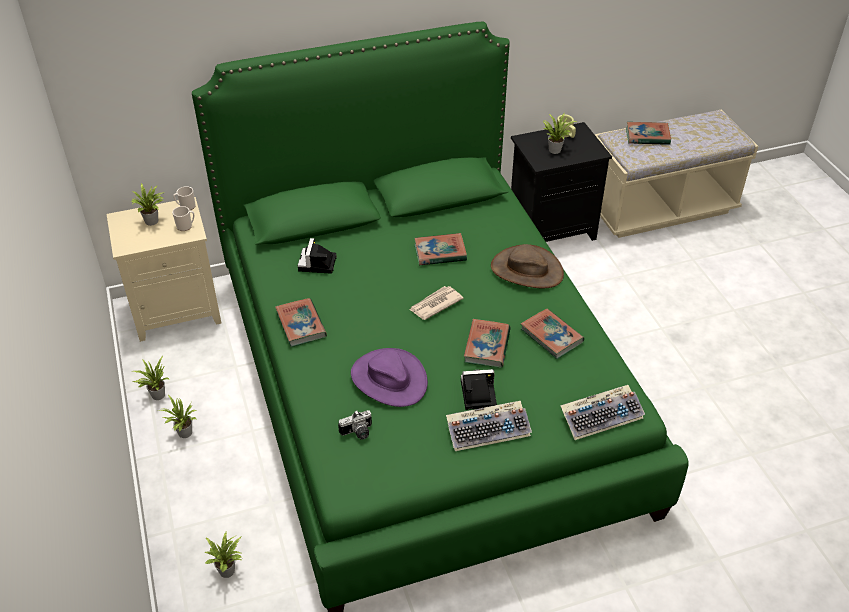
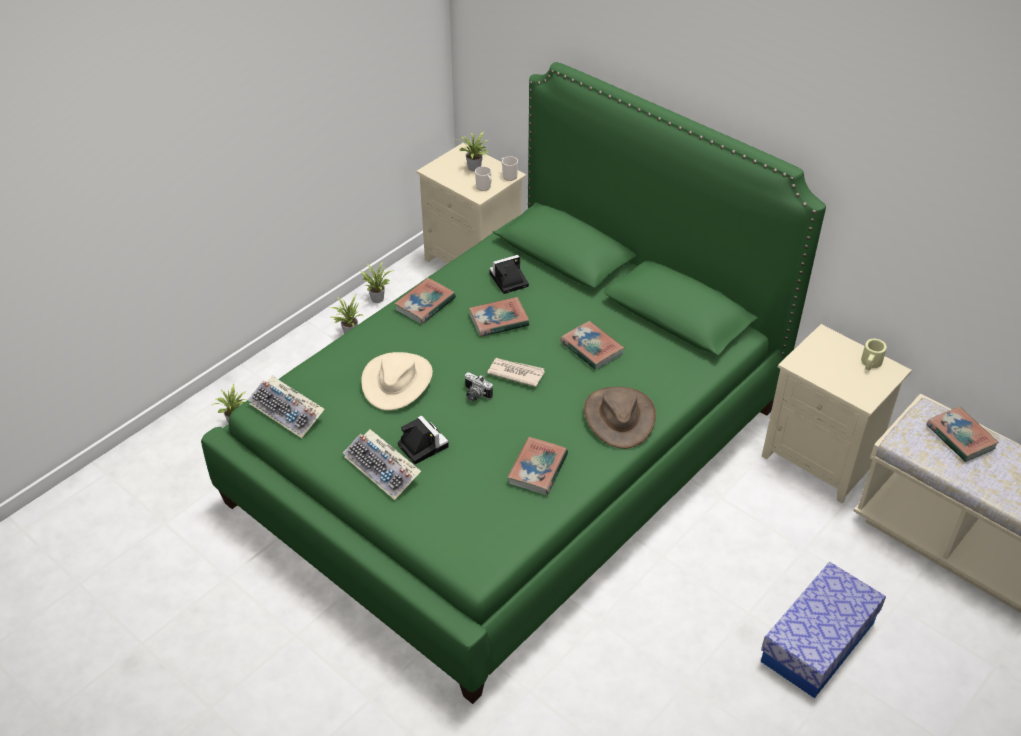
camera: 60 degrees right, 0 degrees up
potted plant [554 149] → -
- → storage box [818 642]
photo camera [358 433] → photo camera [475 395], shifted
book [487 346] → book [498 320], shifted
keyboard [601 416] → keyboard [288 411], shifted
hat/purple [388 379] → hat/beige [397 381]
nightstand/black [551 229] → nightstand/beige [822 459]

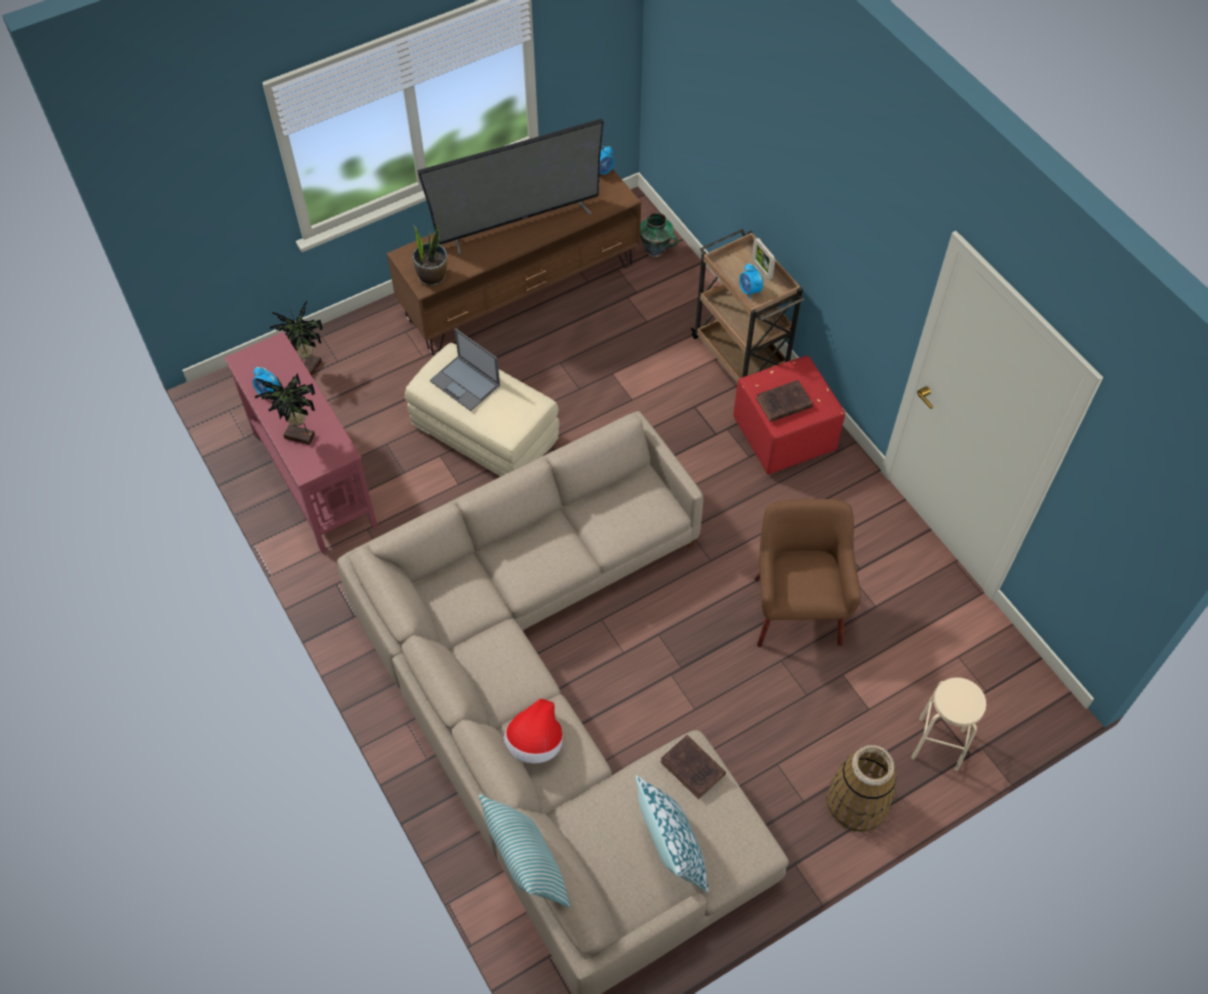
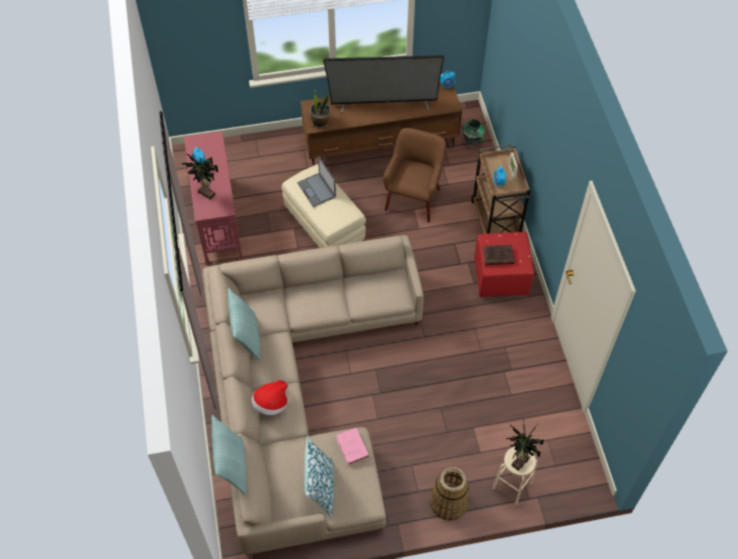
camera: 20 degrees right, 0 degrees up
- → pillow [247 337]
potted plant [309 368] → potted plant [519 461], shifted
armchair/brown [796 609] → armchair/brown [414 199], shifted
book/brown [693 769] → book/pink [352 448]

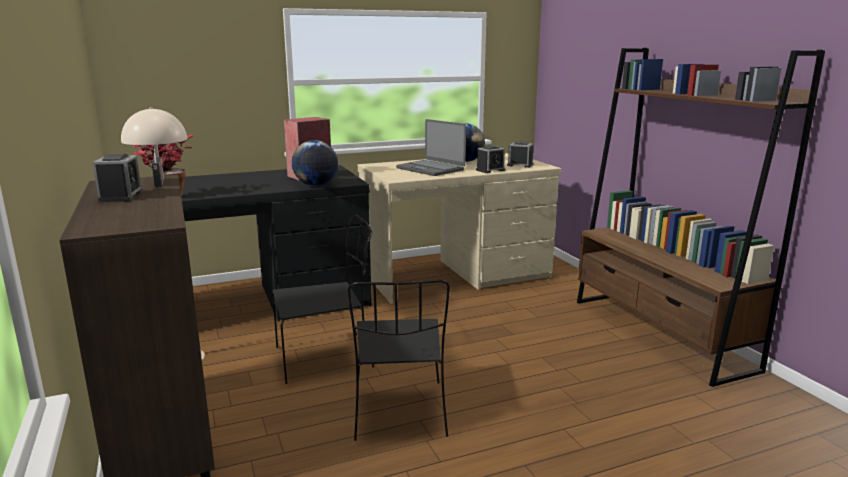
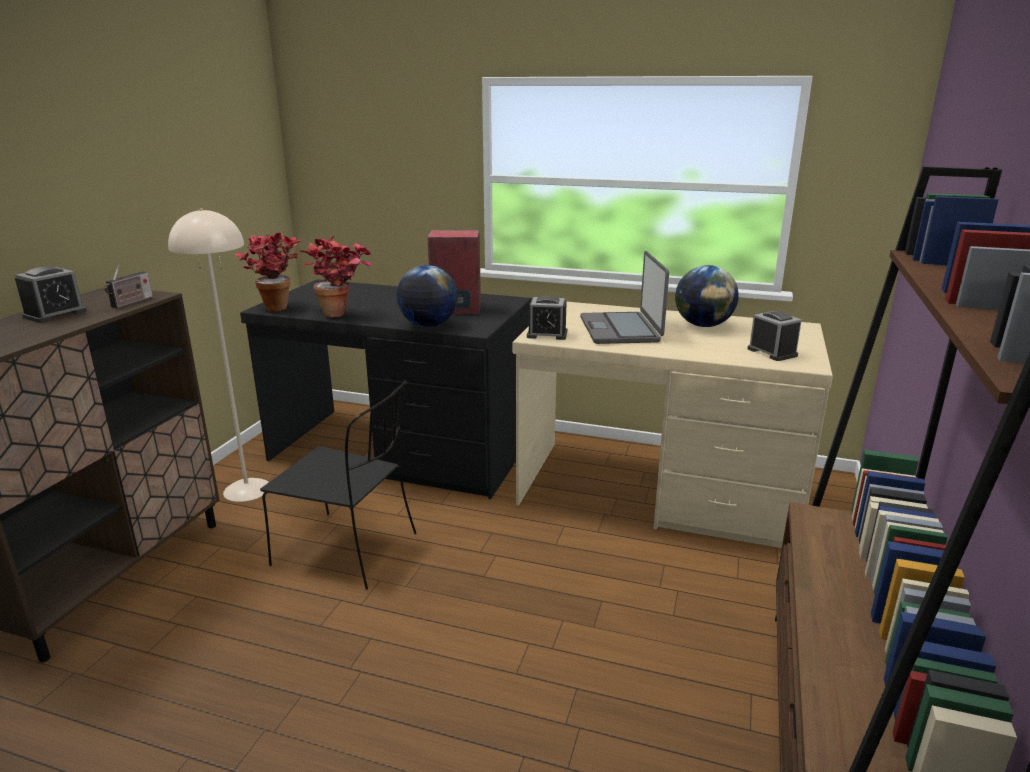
camera: 40 degrees right, 5 degrees up
chair/black [400 412] → -
- → potted plant [342 315]
alarm clock [490 170] → alarm clock [547 334], shifted

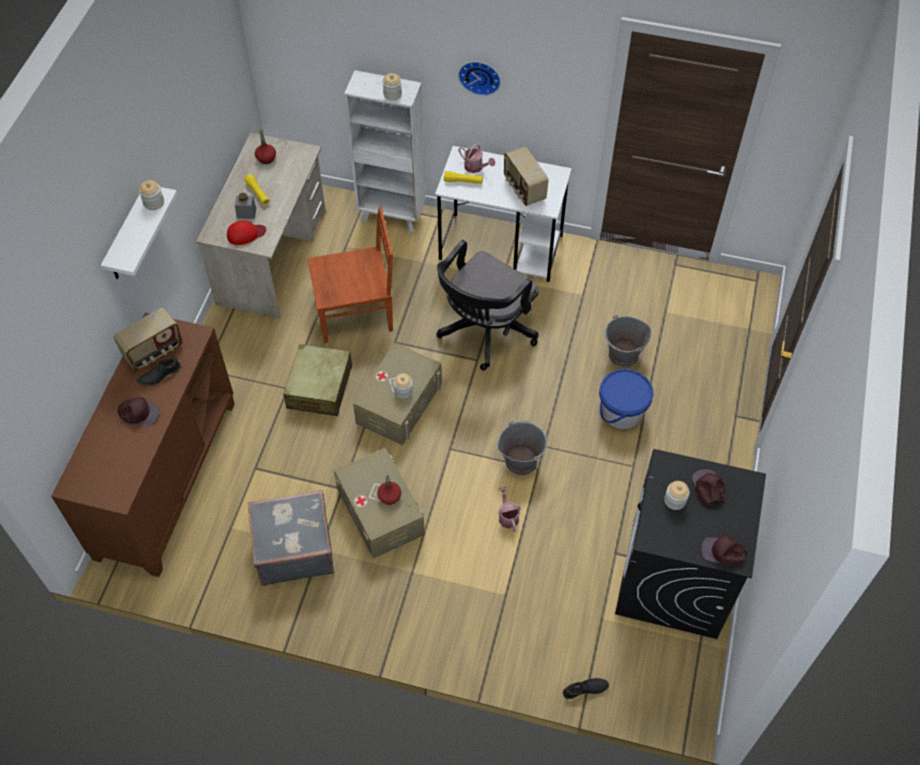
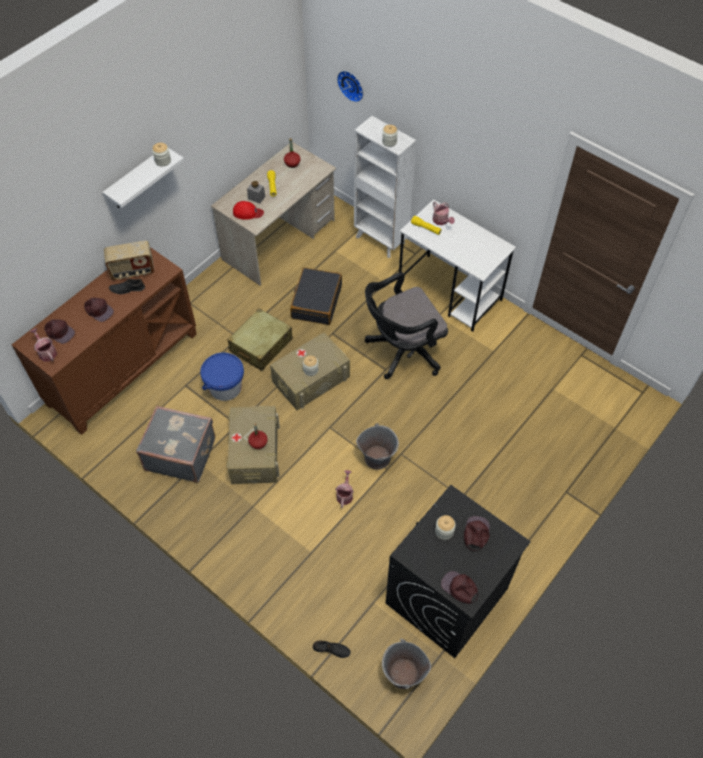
camera: 25 degrees right, 0 degrees up
radio [524 189] → -
- → watering can [46 352]
- → cap/brown [59 332]
wall clock [480 76] → wall clock [352 85], shifted
bucket/blue [621 412] → bucket/blue [225 387], shifted
bucket/grey [623 355] → bucket/grey [403 674], shifted
chair/brown [356 313] → suitcase/black [316 302]

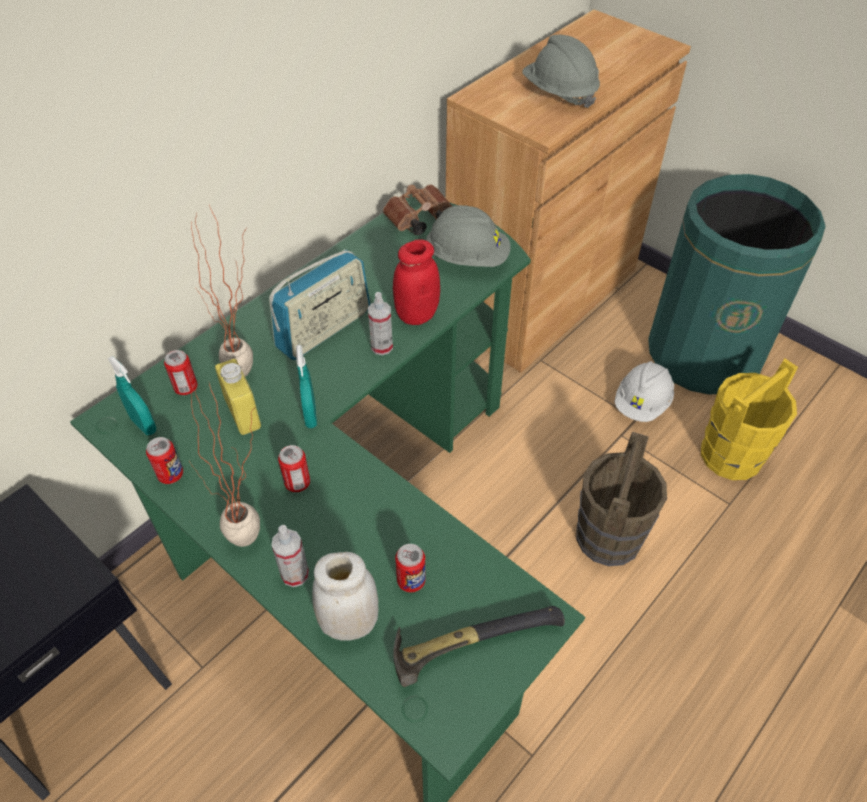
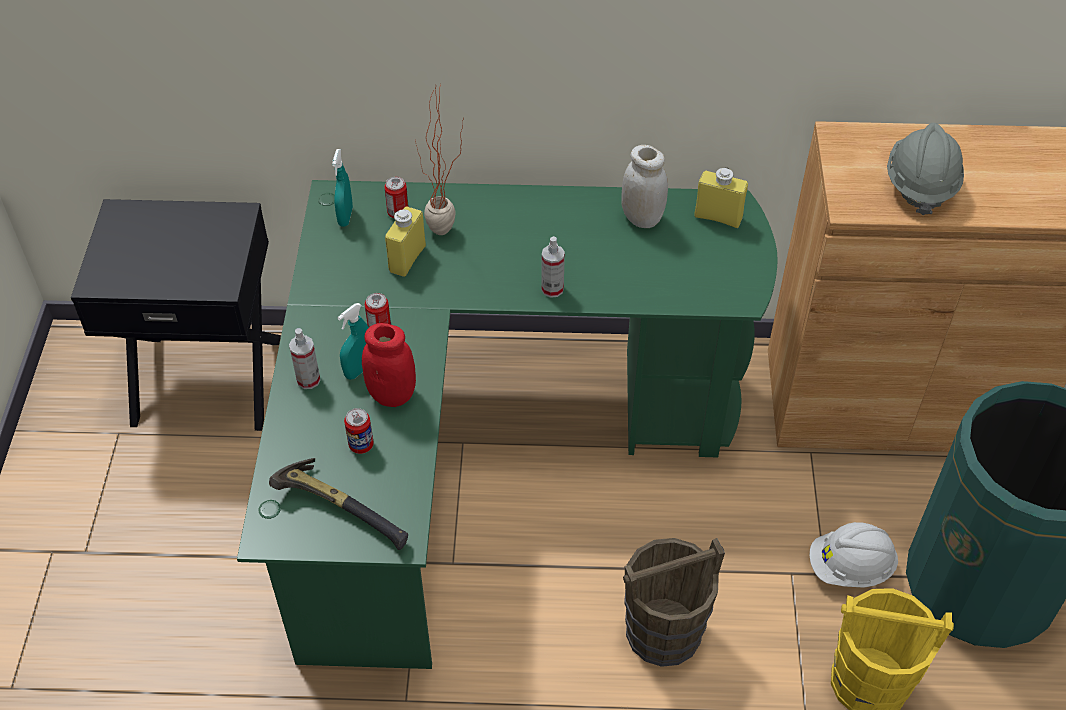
camera: 50 degrees right, 0 degrees up
can [170 475] → -
potted plant [256 542] → -
radio [324 329] → -
hard hat/grey [467 258] → -
spray bottle/turquoise [310 416] → spray bottle/turquoise [359 369], shifted
jar/white [349 623] → jar/white [642 218], shifted
jar/red [416 315] → jar/red [392 394], shifted
binoculars/brown [418 221] → bottle/yellow [718 217]

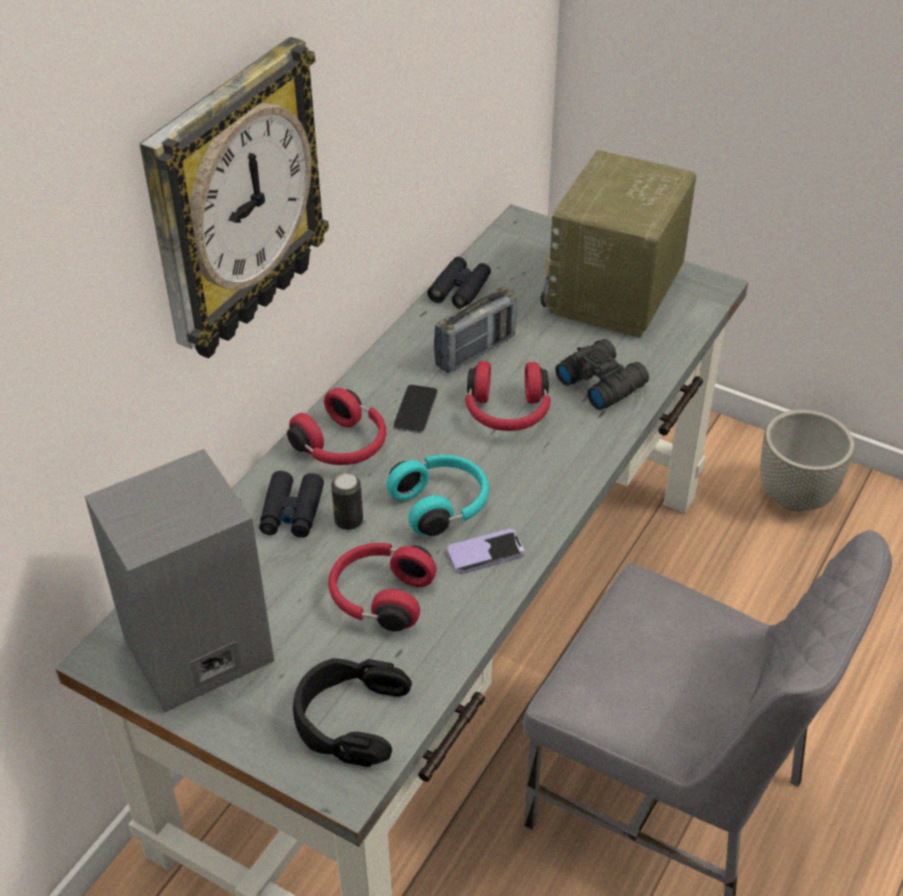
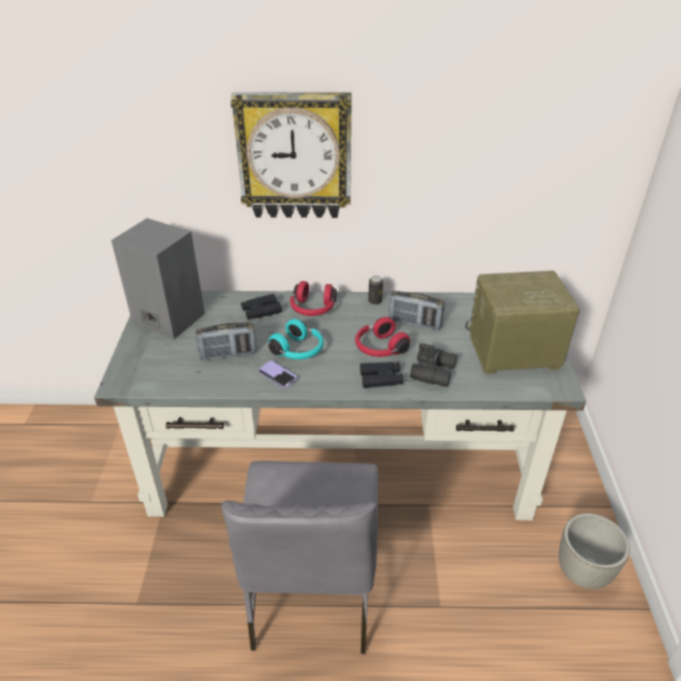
camera: 60 degrees right, 5 degrees down
headphones/black [349 719] → -
phone [415 409] → -
can [348 521] → can [375 301], shifted
binoculars/black [460 289] → binoculars/black [381 378], shifted
headphones/red [380 597] → radio [228 354]

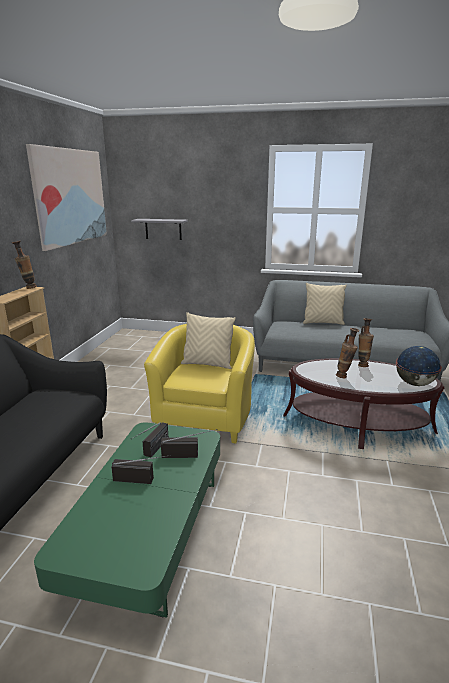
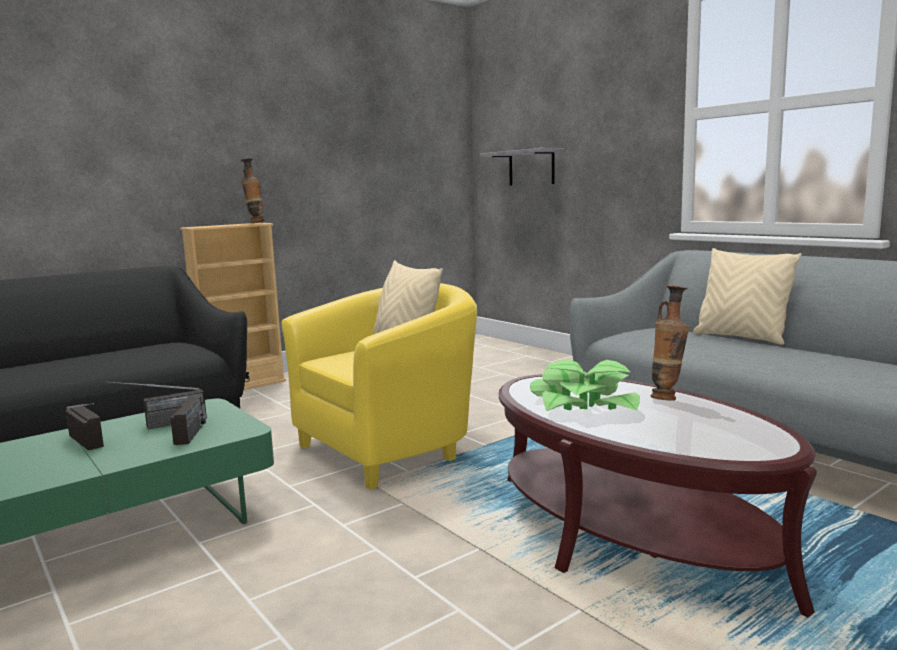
camera: 40 degrees right, 10 degrees down
picture [70 197] → -
globe [414 384] → -
vase [344 376] → potted plant [583 404]
radio [189 454] → radio [186 439], 45 degrees clockwise

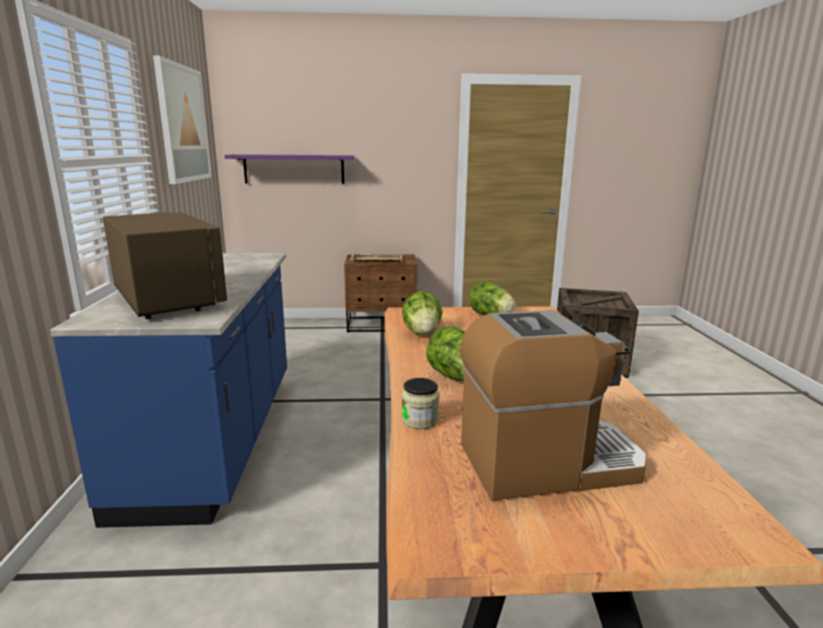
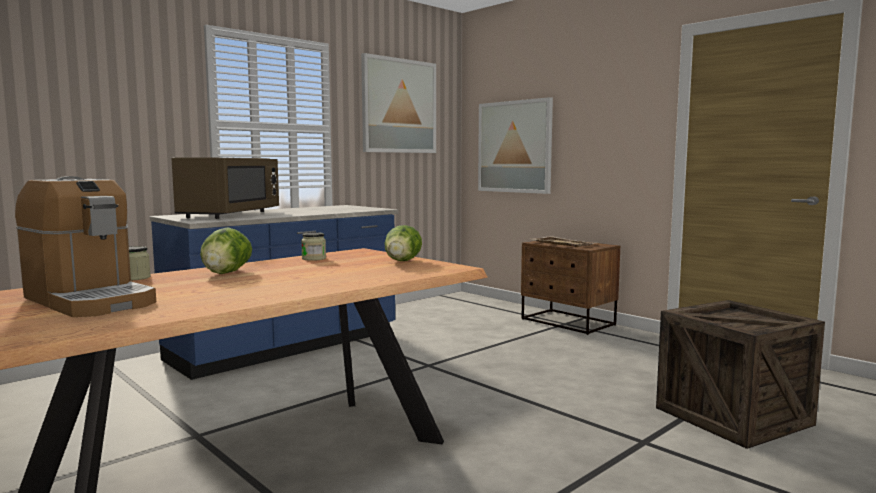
camera: 50 degrees right, 10 degrees down
shelf/purple [294 169] → picture [514 147]
lettuce [422 333] → jar [314 258]

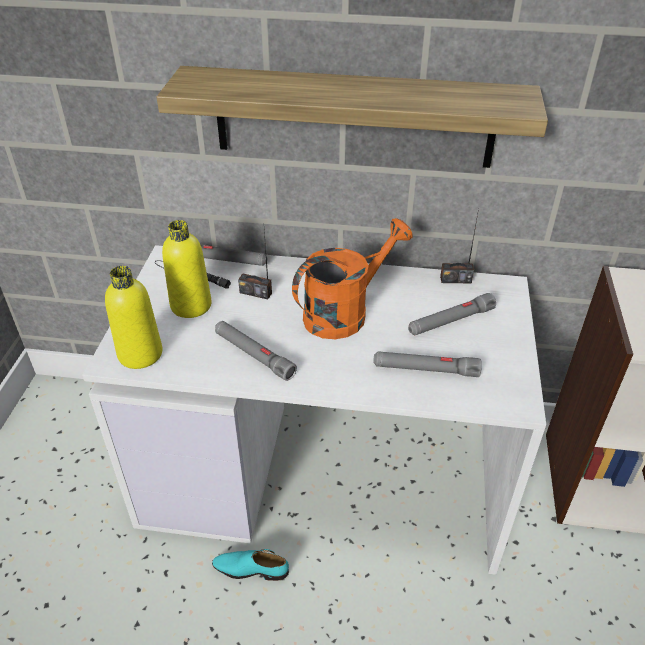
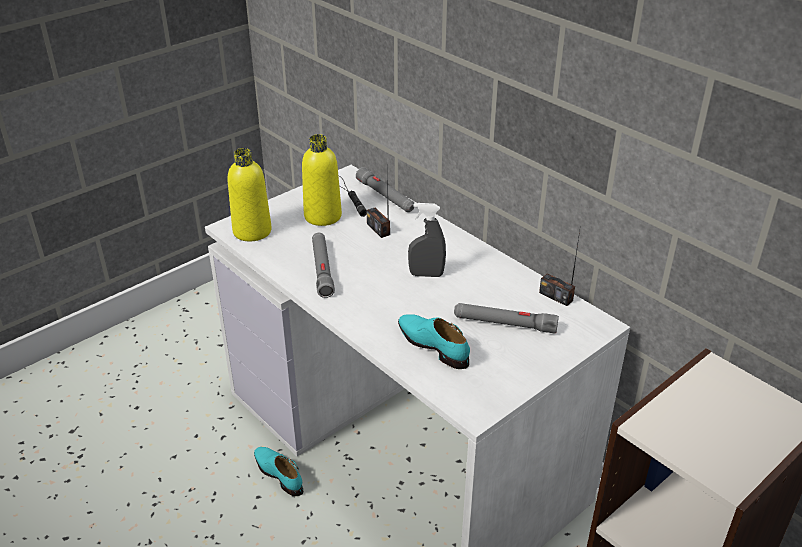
camera: 40 degrees right, 5 degrees down
shelf [353 117] → -
watering can/orange [344 312] → spray bottle/grey [426 274]
flashlight/grey [425 369] → shoe/turquoise [433 345]

